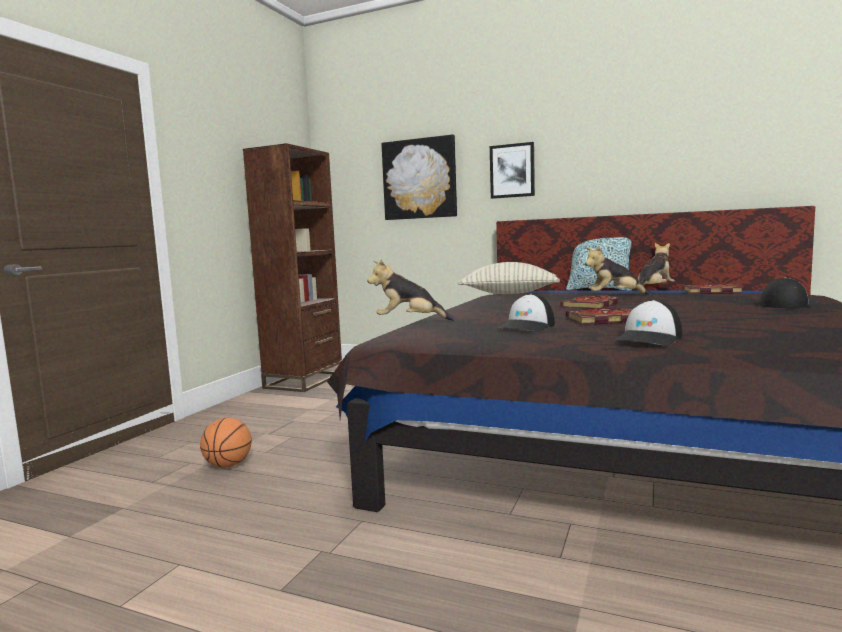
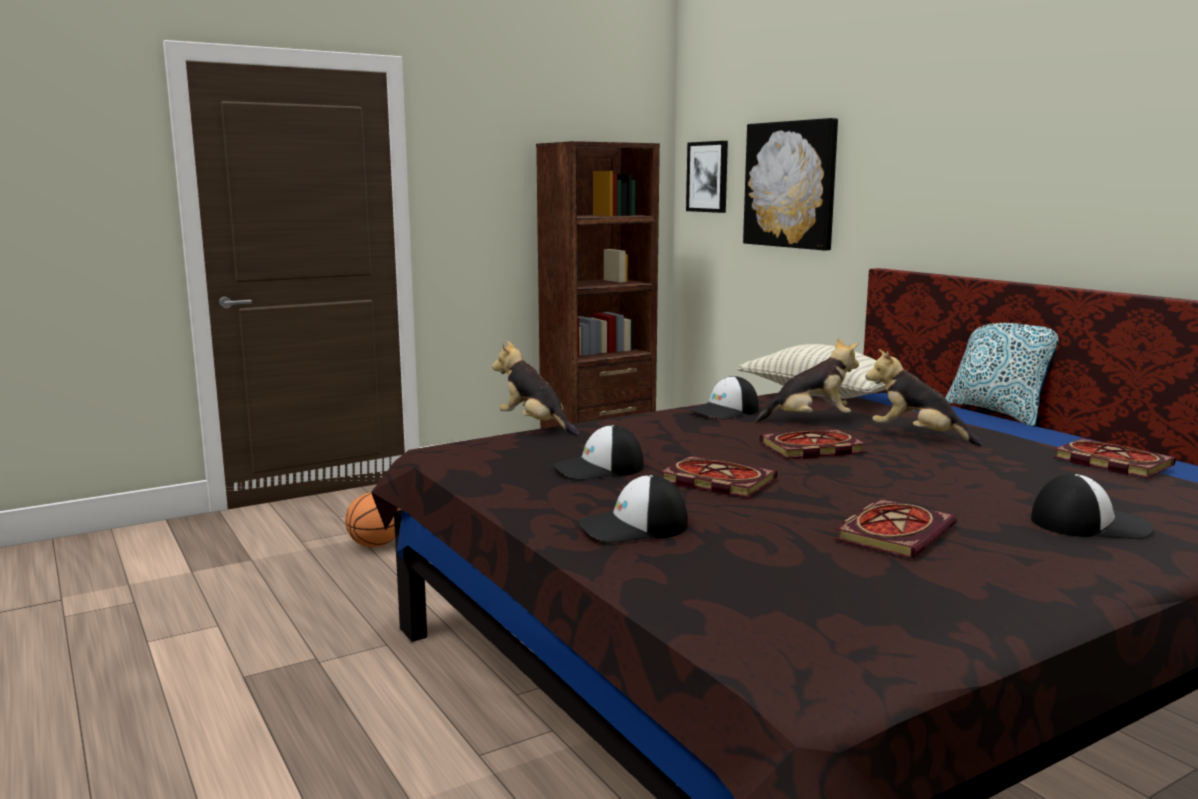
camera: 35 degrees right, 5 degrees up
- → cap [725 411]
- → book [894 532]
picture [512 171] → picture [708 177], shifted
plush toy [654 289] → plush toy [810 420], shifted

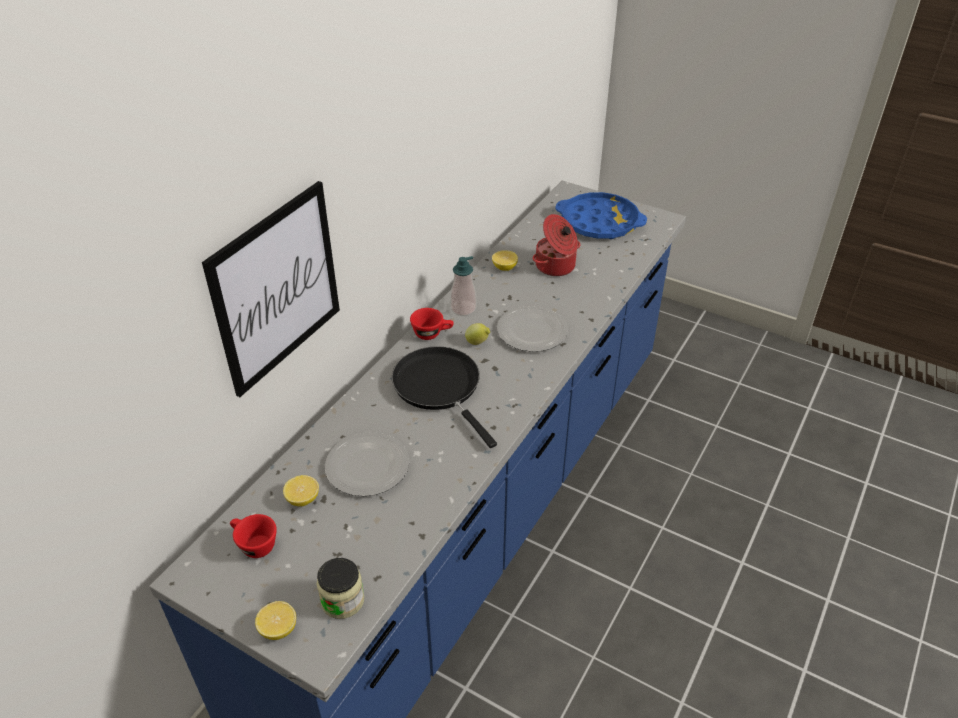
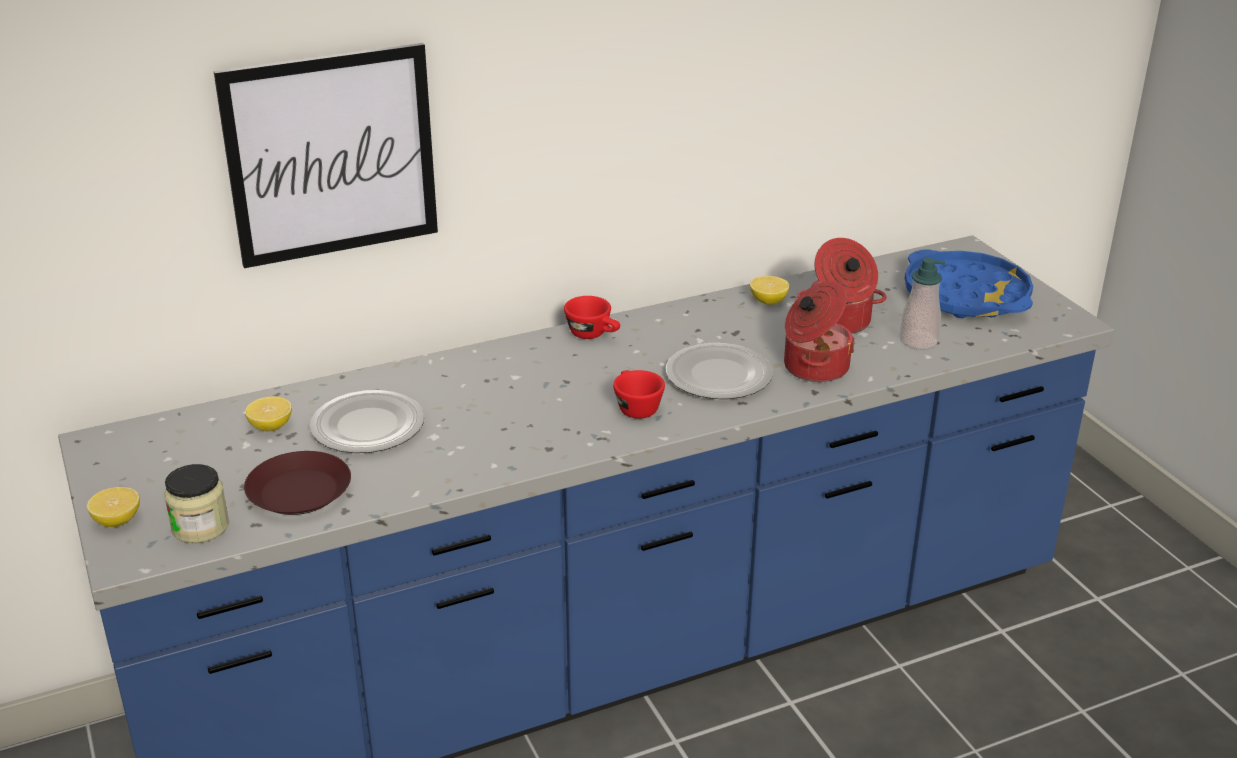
camera: 35 degrees right, 10 degrees down
frying pan/black [440 387] → -
lemon [478 343] → -
- → plate/brown [298 491]
- → cooking pot [814 367]
cup/red [253 545] → cup/red [635 407], shifted
soap dispenser [463 309] → soap dispenser [918 341], shifted

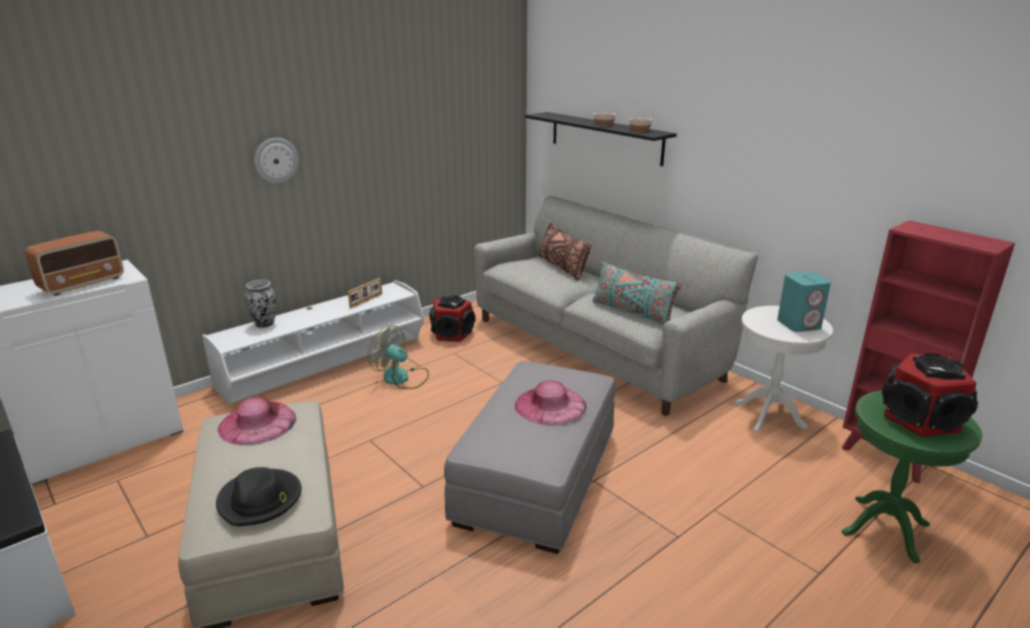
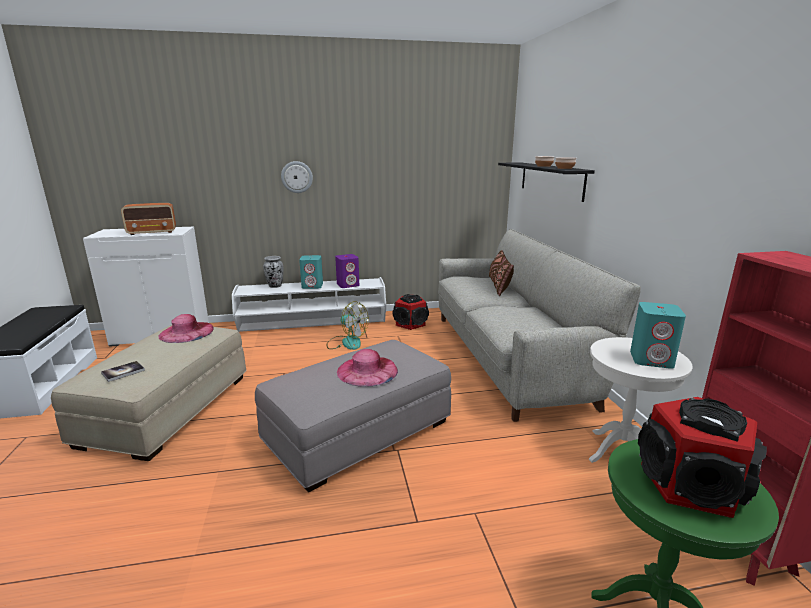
camera: 30 degrees right, 5 degrees down
pillow/turquoise [632 312] → -
- → speaker/turquoise [312 286]
hat/black [260 500] → book [123 372]
picture frame [366 300] → speaker/purple [348 285]
fan [402 378] → fan [346 342], 150 degrees clockwise

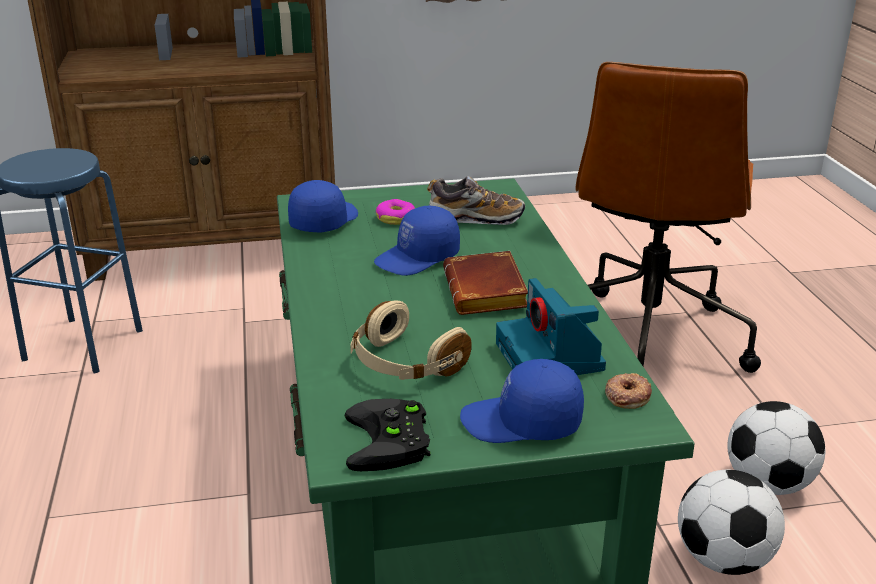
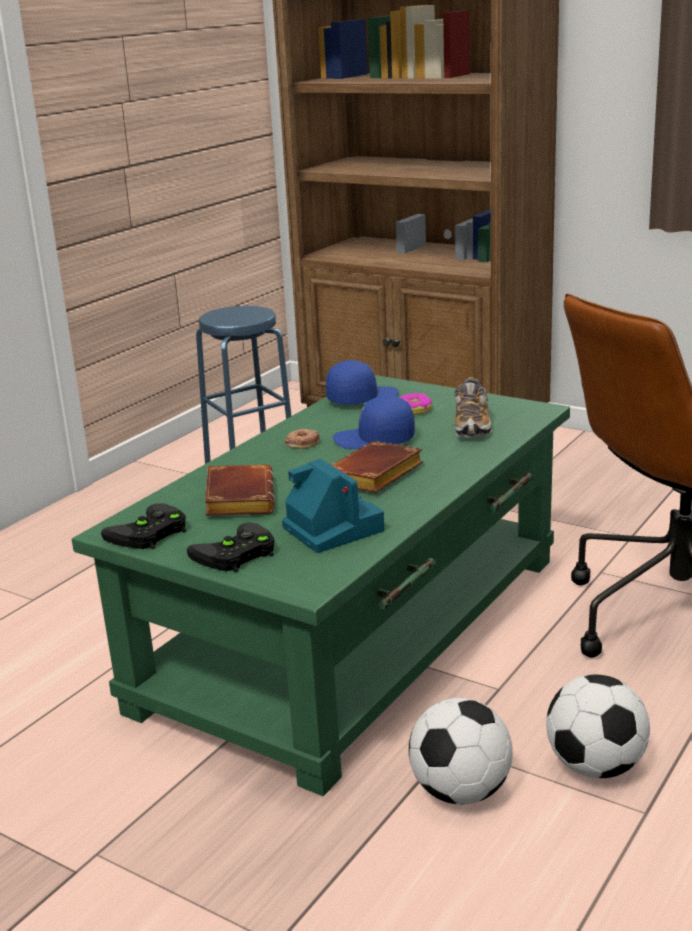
camera: 45 degrees right, 5 degrees down
donut [627 395] → donut [302 442], shifted
headphones/beige [404 364] → book/brown [237 498]
cap/blue [521 423] → game controller/black [234 555]
shoe [475 218] → shoe [472 426], 45 degrees clockwise
photo camera [551 357] → photo camera [331 528], 120 degrees clockwise

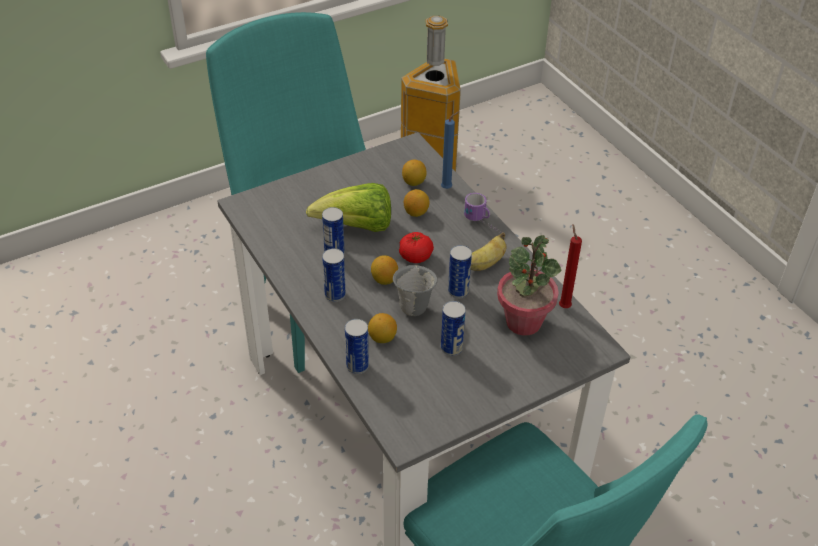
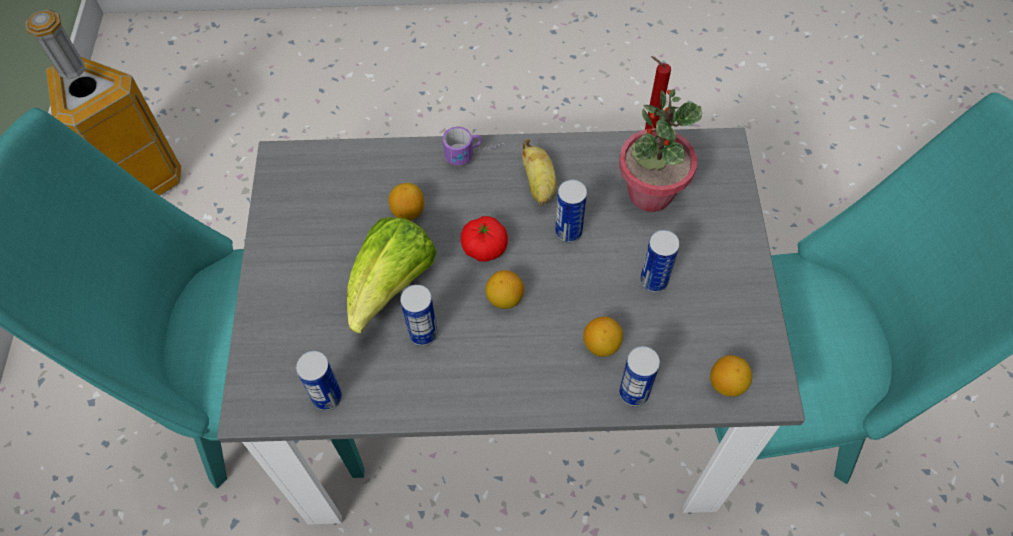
camera: 60 degrees left, 15 degrees up
mug/grey [414 307] → -
candle/blue [448 188] → -
can [335 295] → can [327 397], shifted
lemon [414 182] → lemon [727 384], shifted

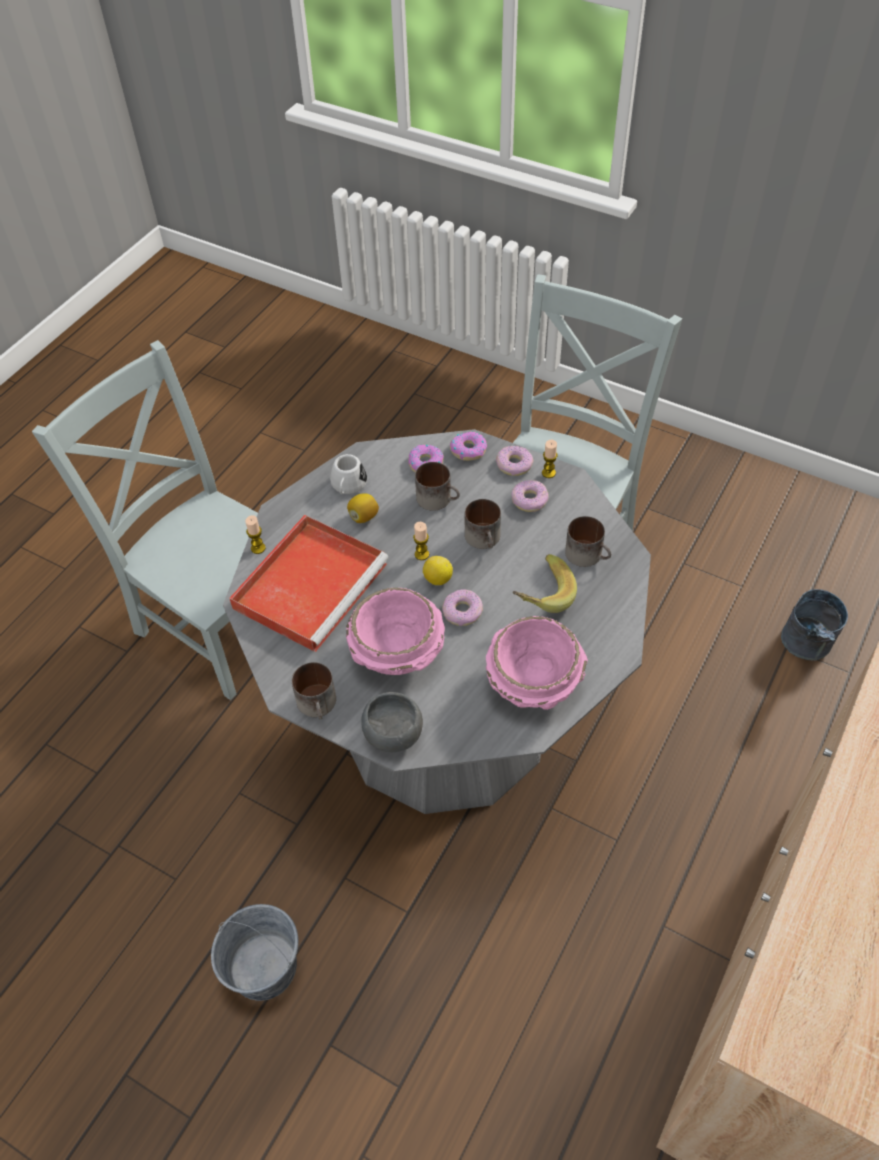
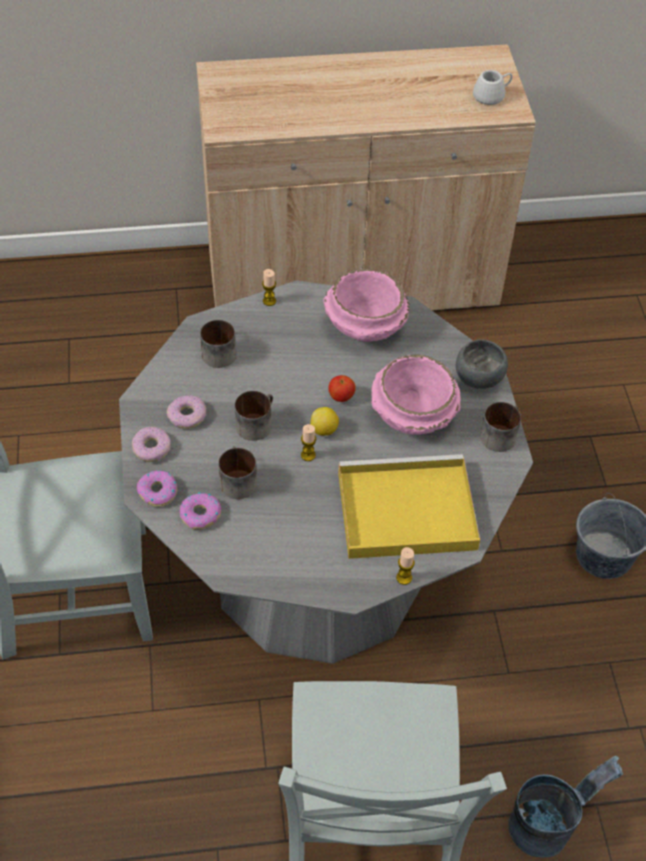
camera: 130 degrees left, 0 degrees up
lemon [363 517] → -
banana [540 595] → -
mug/white [348 486] → mug/white [492 95], shifted
candle [548 473] → candle [269 301], shifted
bucket/grey [806 648] → bucket/grey [548 824], shifted
donut [462 612] → apple [341 397]
tray/red [311 583] → tray/yellow [403 511]

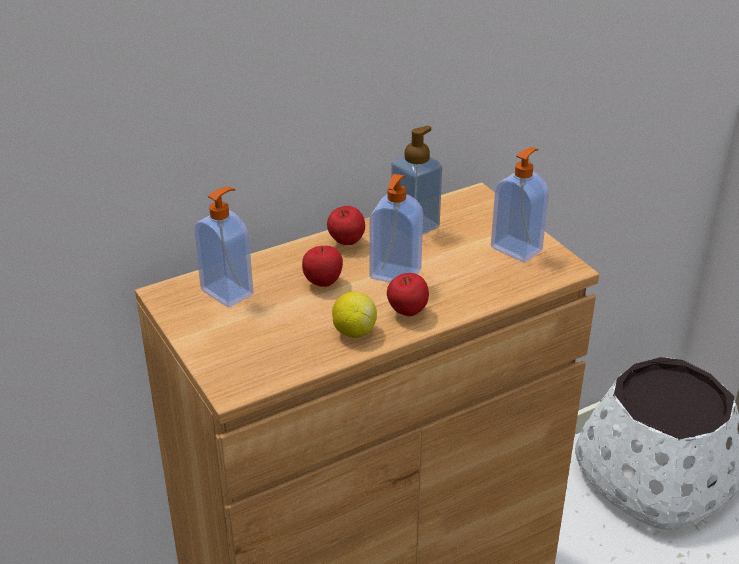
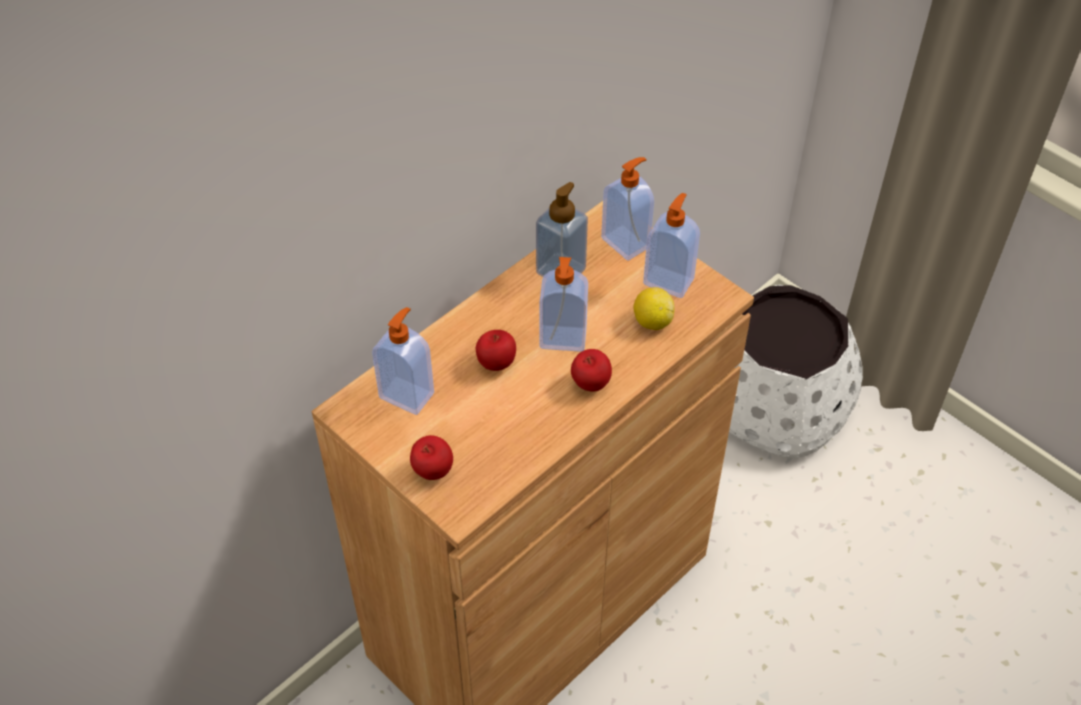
camera: 15 degrees left, 15 degrees up
- → soap dispenser [626 242]
apple [346 243] → apple [432 472], shifted
lemon [354 331] → lemon [652 321], shifted

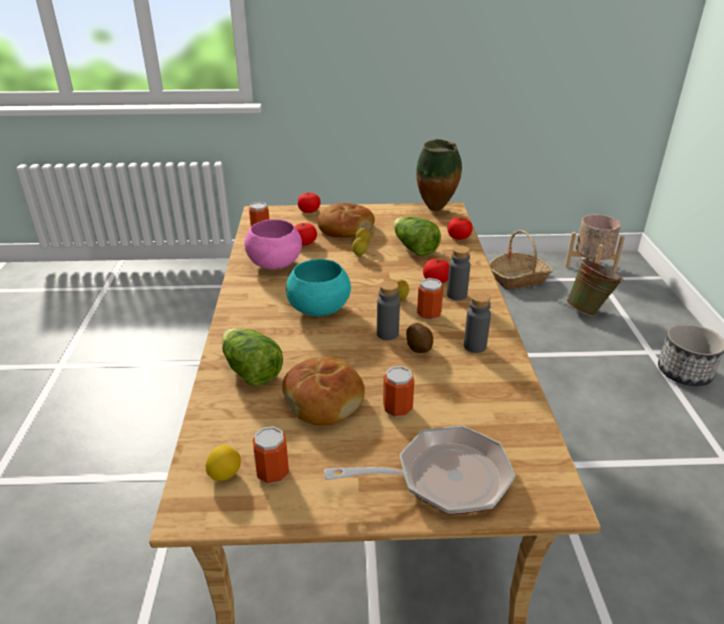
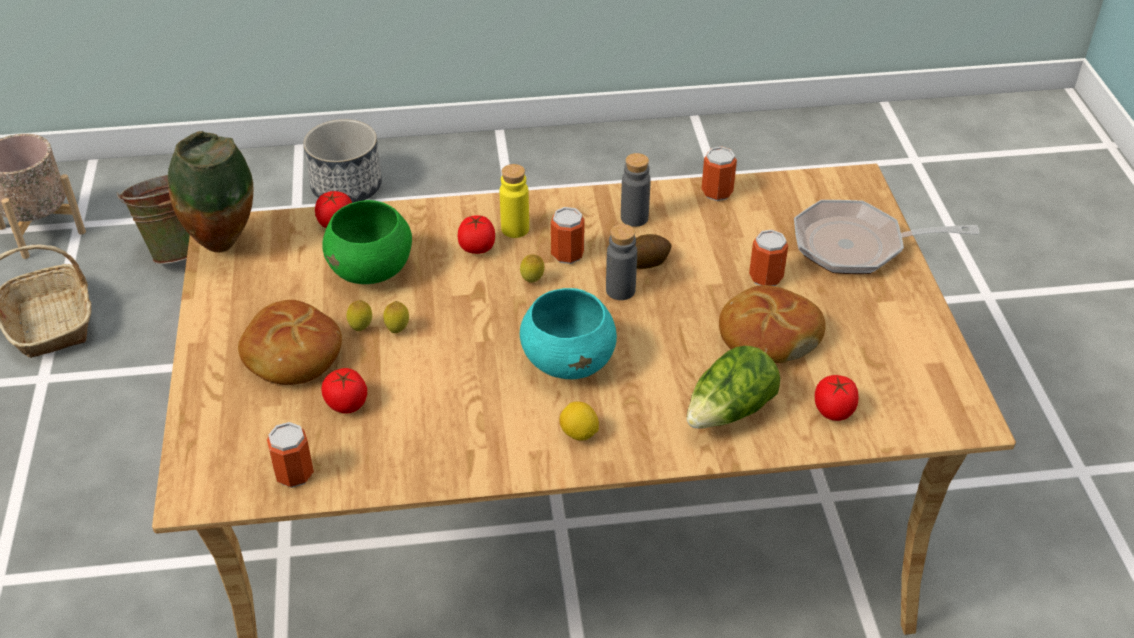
camera: 95 degrees left, 10 degrees up
bowl/pink [274 264] → -
lemon [224 474] → lemon [578 434], shifted
can [273 473] → can [717 192], shifted
tomato [309 211] → tomato [834 410], shifted
lettuce [414 248] → bowl/green [372 270]
bottle/grey [456 295] → bottle/yellow [515 229]
frying pan [443 478] → frying pan [857 246], 75 degrees counterclockwise

